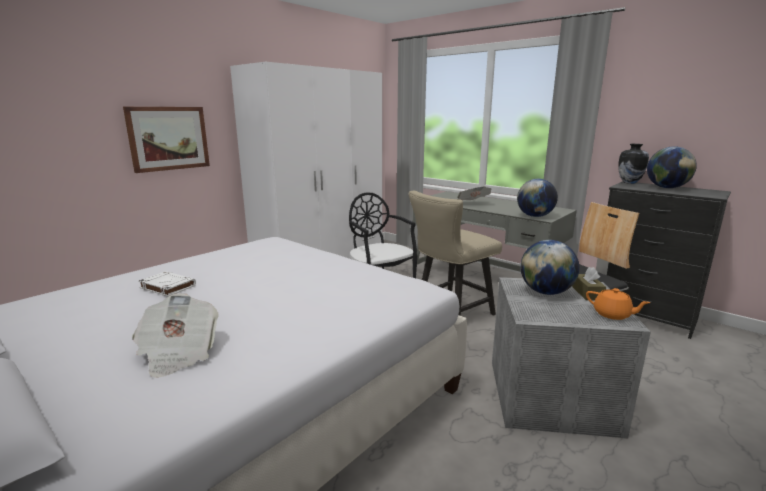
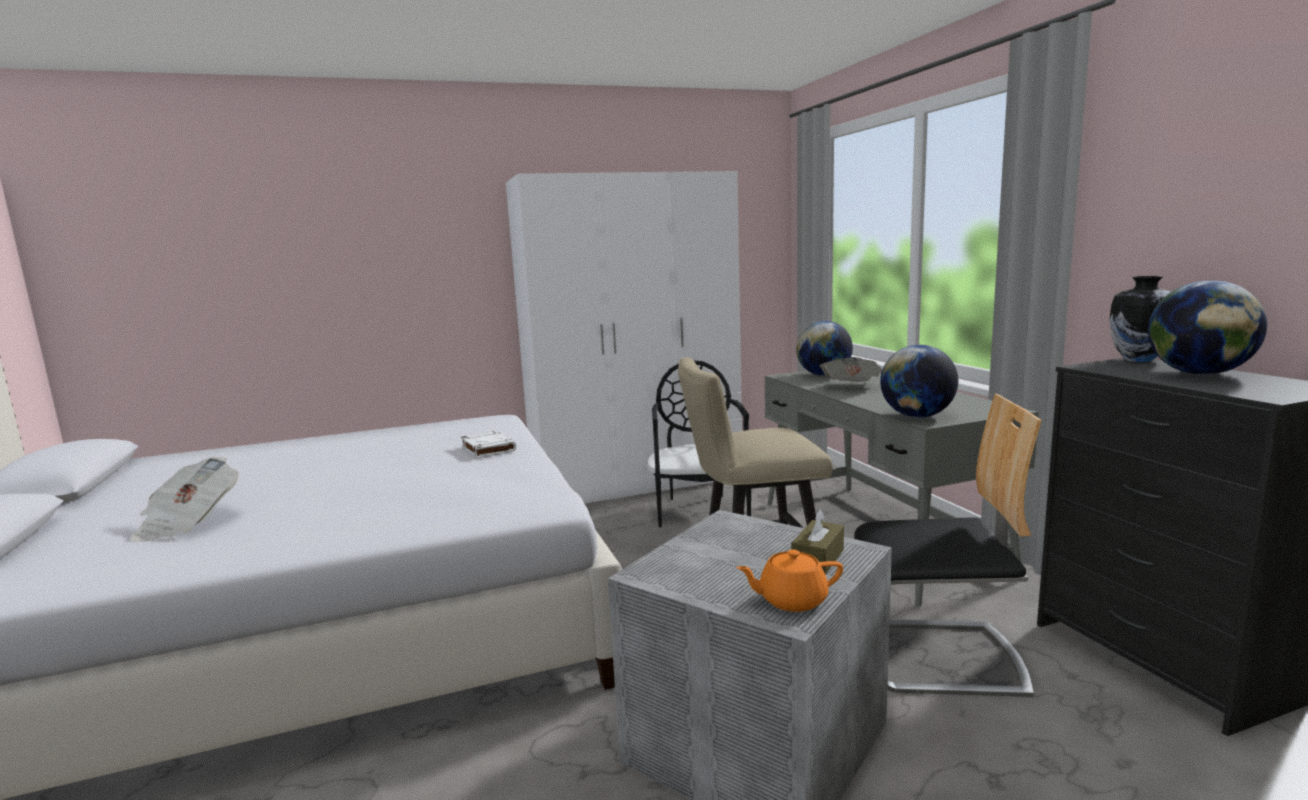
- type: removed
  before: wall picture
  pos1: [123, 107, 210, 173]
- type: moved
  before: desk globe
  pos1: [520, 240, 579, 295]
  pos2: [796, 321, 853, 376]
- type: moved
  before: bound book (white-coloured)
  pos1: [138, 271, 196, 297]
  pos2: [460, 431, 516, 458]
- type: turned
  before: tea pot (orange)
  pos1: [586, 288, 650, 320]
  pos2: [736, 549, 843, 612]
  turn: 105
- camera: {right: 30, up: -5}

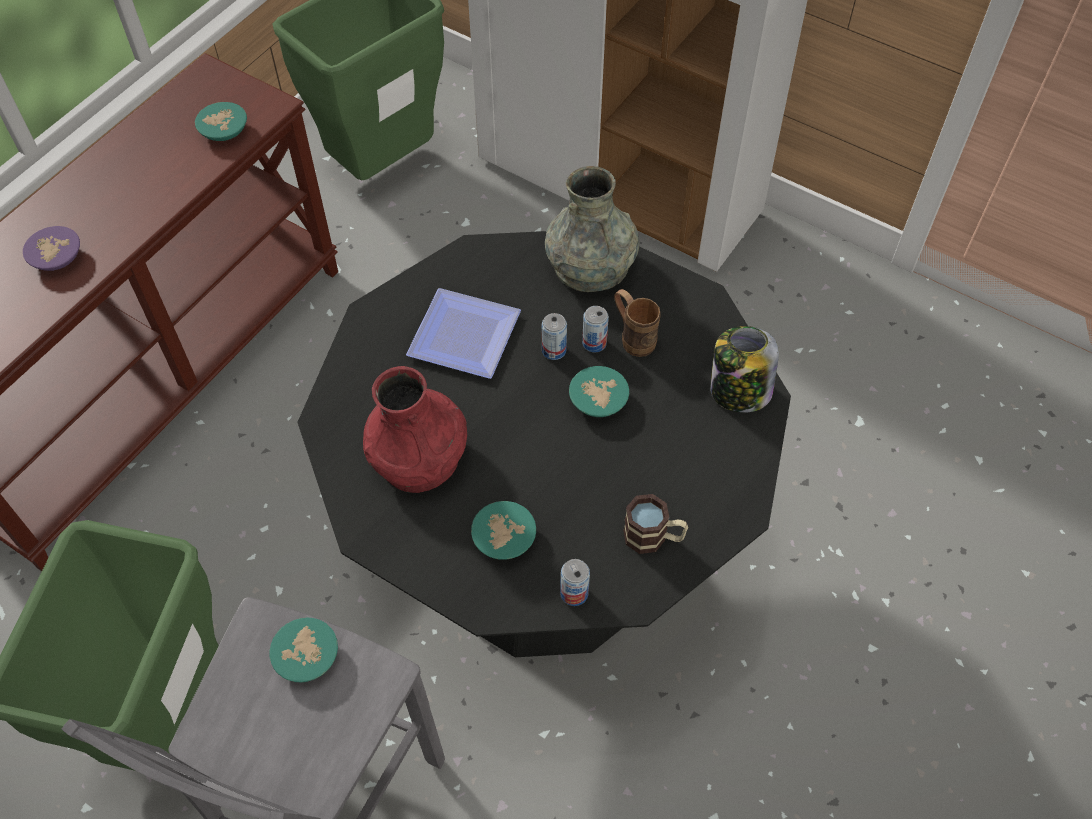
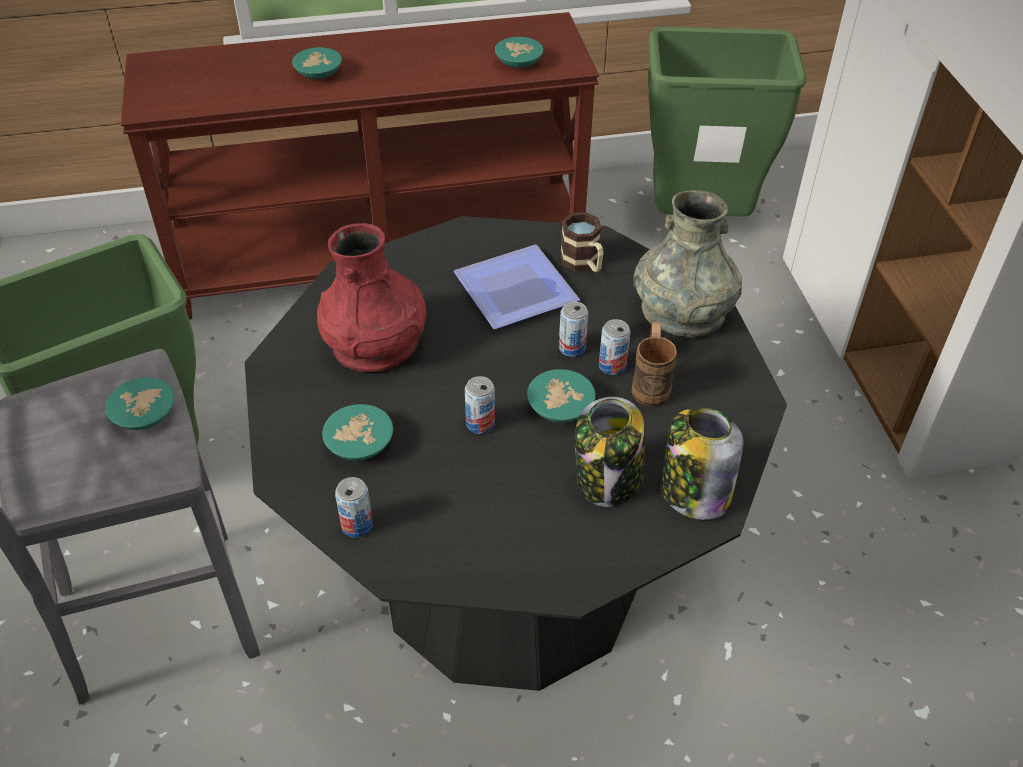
- type: recoloured
  before: serving bowl (purple-coloured)
  after: serving bowl (blue-green)
  pos1: [23, 226, 80, 271]
  pos2: [292, 47, 342, 79]
- type: moved
  before: tea mug
  pos1: [623, 494, 688, 554]
  pos2: [560, 212, 604, 272]
- type: added
  after: sealed can
  pos2: [465, 376, 495, 434]
- type: added
  after: storage jar
  pos2: [575, 397, 645, 507]
- camera: {right: 45, up: -10}

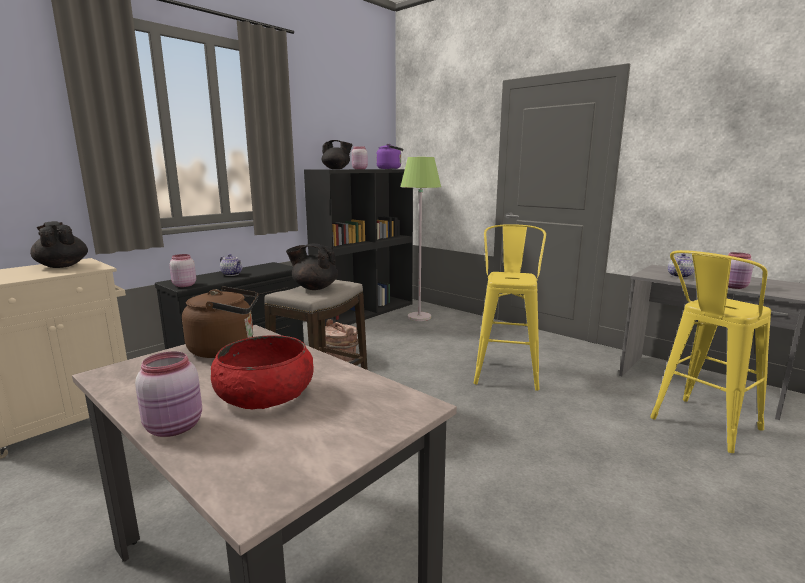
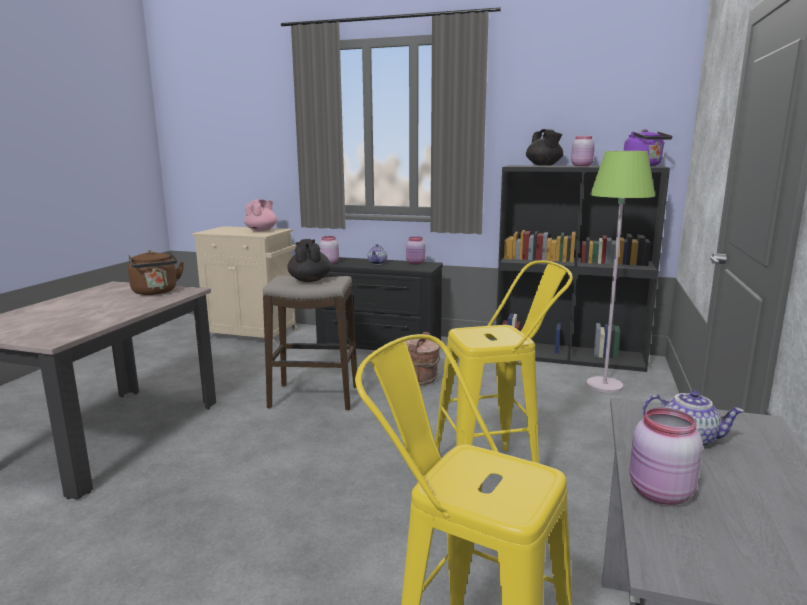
- type: recoloured
  before: tea pot (blackish)
  after: tea pot (pink)
  pos1: [30, 221, 88, 268]
  pos2: [244, 199, 277, 231]
- type: removed
  before: serving bowl (red-coloured)
  pos1: [211, 335, 313, 409]
- type: moved
  before: storage jar (pink)
  pos1: [135, 351, 202, 437]
  pos2: [406, 236, 425, 265]
- camera: {right: 65, up: 0}

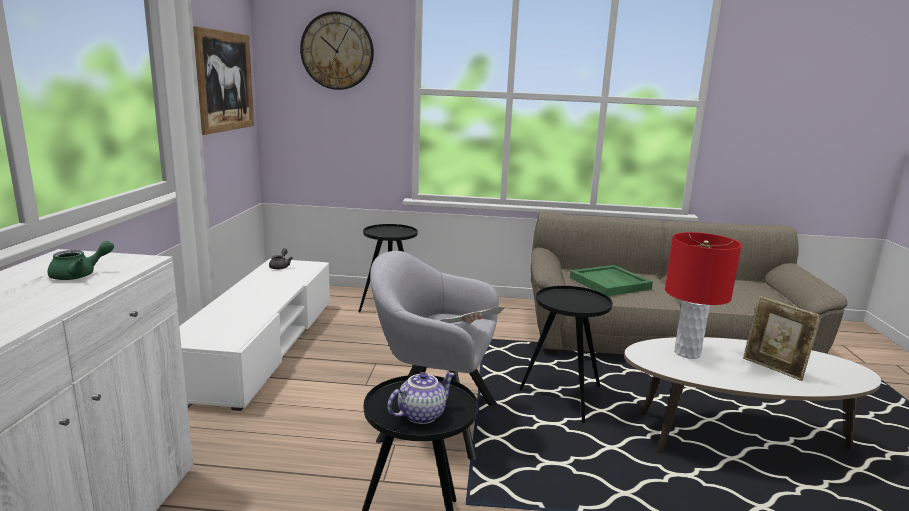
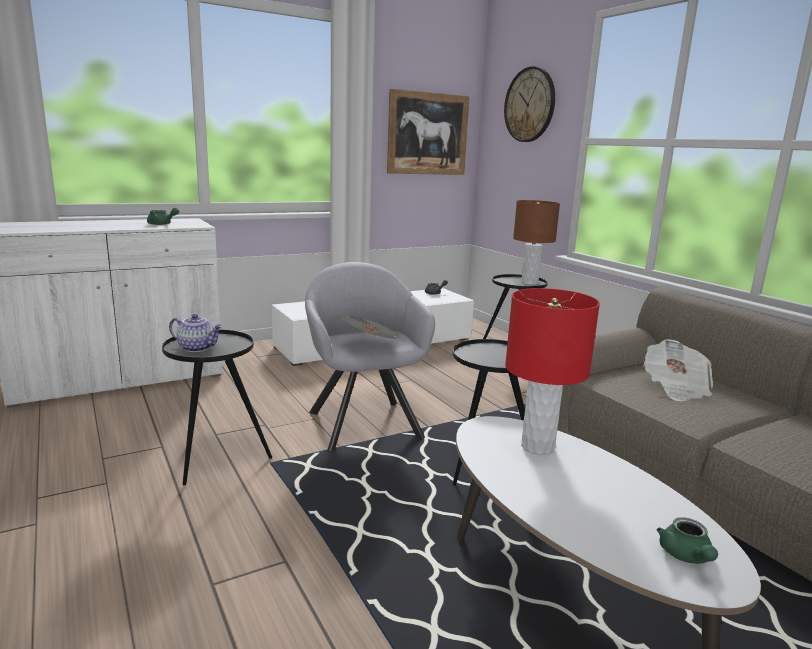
- type: replaced
  before: carrying tray (greenish)
  after: printed paper
  pos1: [570, 265, 653, 296]
  pos2: [643, 339, 713, 401]
- type: removed
  before: standing frame
  pos1: [743, 296, 821, 381]
- type: added
  after: lamp for a table (brownish)
  pos2: [513, 200, 560, 285]
- type: added
  after: tea pot (greenish)
  pos2: [657, 517, 718, 564]
- camera: {right: 55, up: 0}

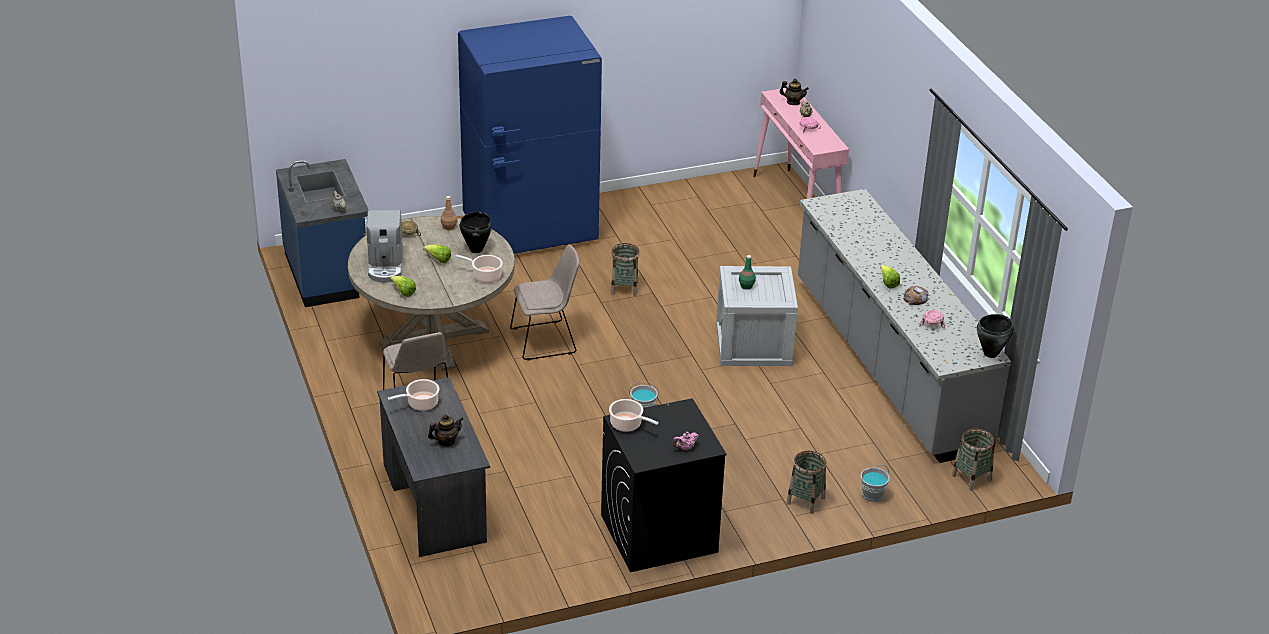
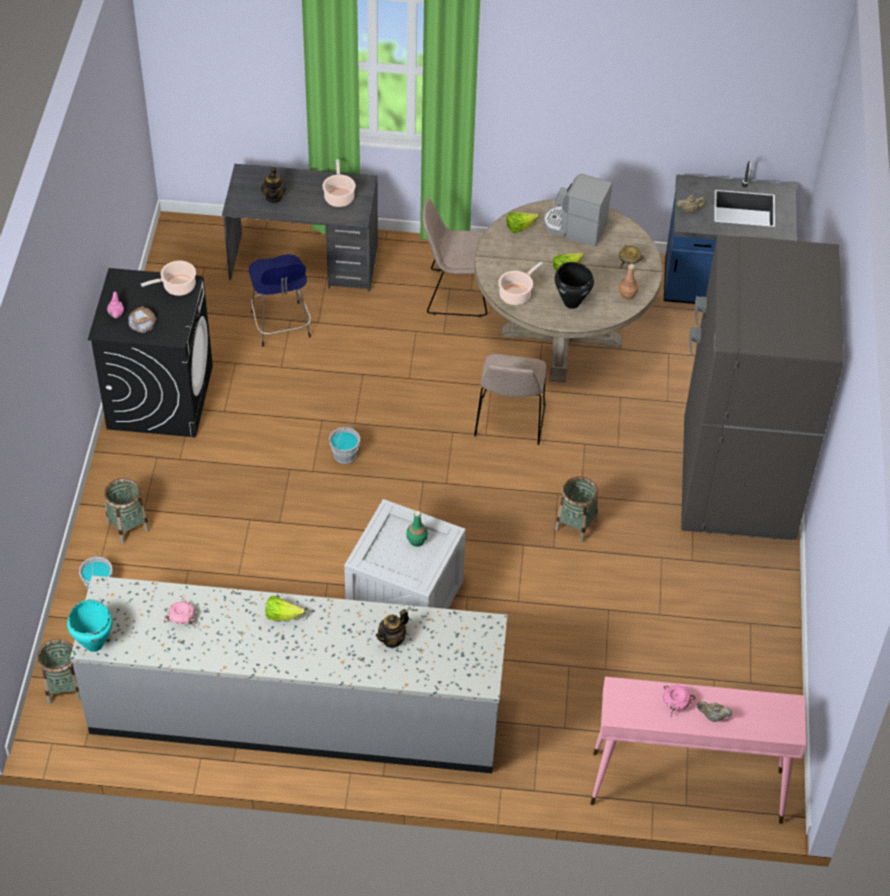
- type: recoloured
  before: fridge (blue-coloured)
  after: fridge (grey)
  pos1: [458, 16, 602, 254]
  pos2: [681, 235, 844, 540]
- type: moved
  before: tea pot
  pos1: [779, 79, 809, 105]
  pos2: [376, 609, 409, 648]
- type: moved
  before: bakery bread
  pos1: [903, 286, 928, 305]
  pos2: [128, 306, 157, 333]
- type: recoloured
  before: saucepot (blackish)
  after: saucepot (blue-green)
  pos1: [977, 314, 1013, 358]
  pos2: [67, 600, 112, 652]
- type: added
  after: stool (blue-coloured)
  pos2: [249, 254, 311, 347]
- camera: {right: 115, up: 15}

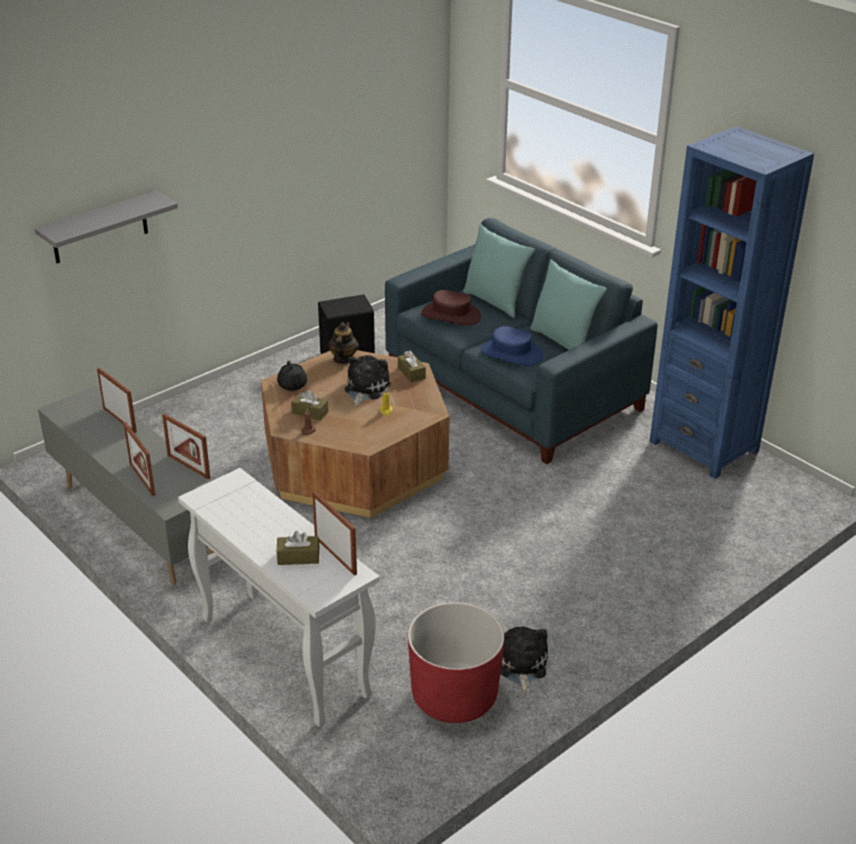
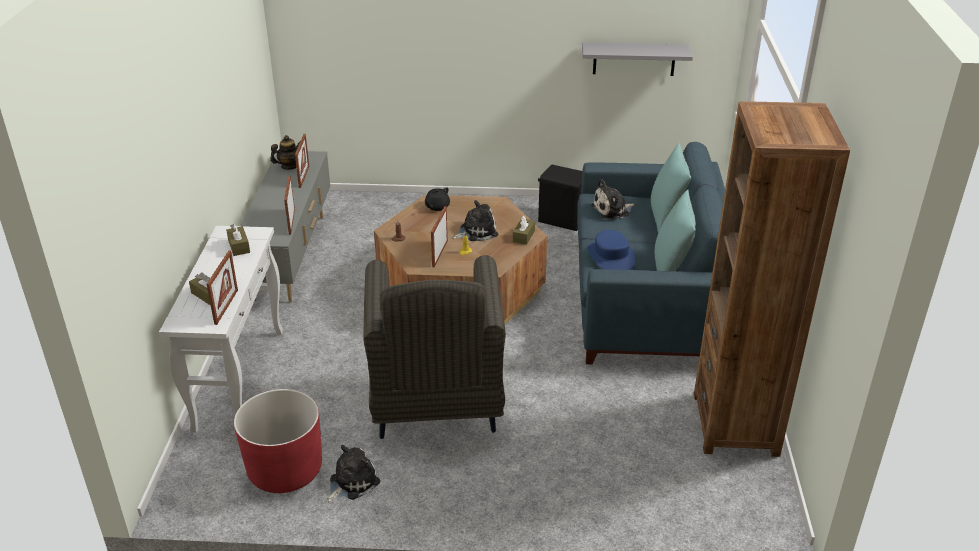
- type: recoloured
  before: shelving unit (blue-coloured)
  after: shelving unit (brownish)
  pos1: [650, 126, 814, 479]
  pos2: [694, 101, 850, 457]
- type: moved
  before: wall shelf (grey)
  pos1: [35, 191, 178, 263]
  pos2: [582, 42, 693, 76]
- type: replaced
  before: wearable hat (brownish)
  after: plush toy
  pos1: [421, 290, 481, 325]
  pos2: [591, 179, 635, 220]
- type: moved
  before: tea pot
  pos1: [328, 322, 359, 364]
  pos2: [270, 135, 300, 170]
- type: moved
  before: tissue holder (brownish)
  pos1: [291, 390, 328, 421]
  pos2: [226, 224, 250, 256]
- type: moved
  before: standing frame
  pos1: [123, 422, 155, 496]
  pos2: [431, 206, 448, 267]
- type: added
  after: lounge chair (grey)
  pos2: [363, 255, 506, 439]
- camera: {right: 45, up: 0}

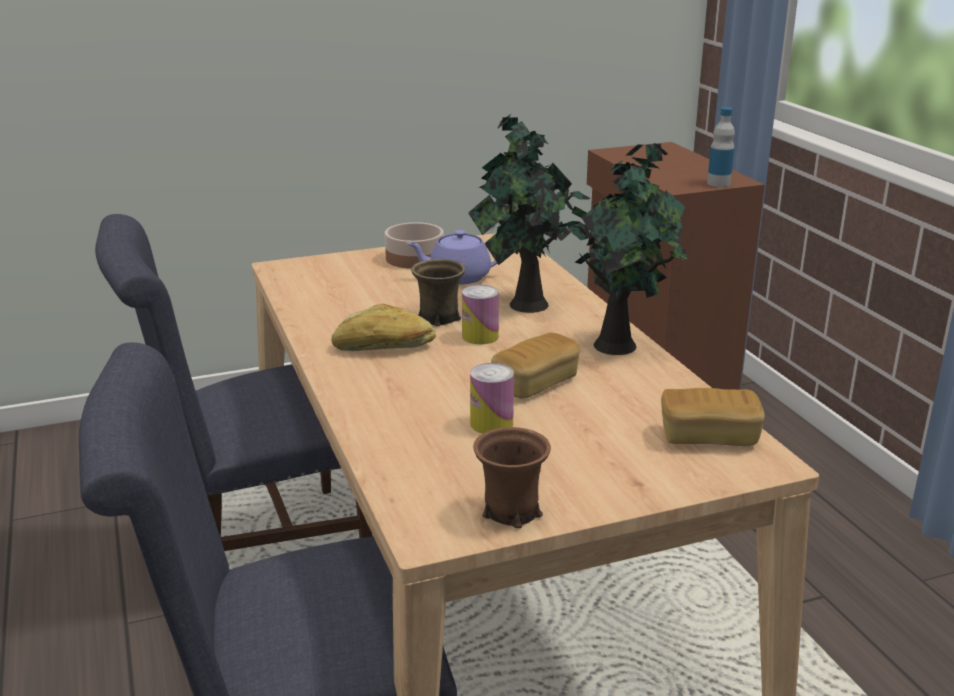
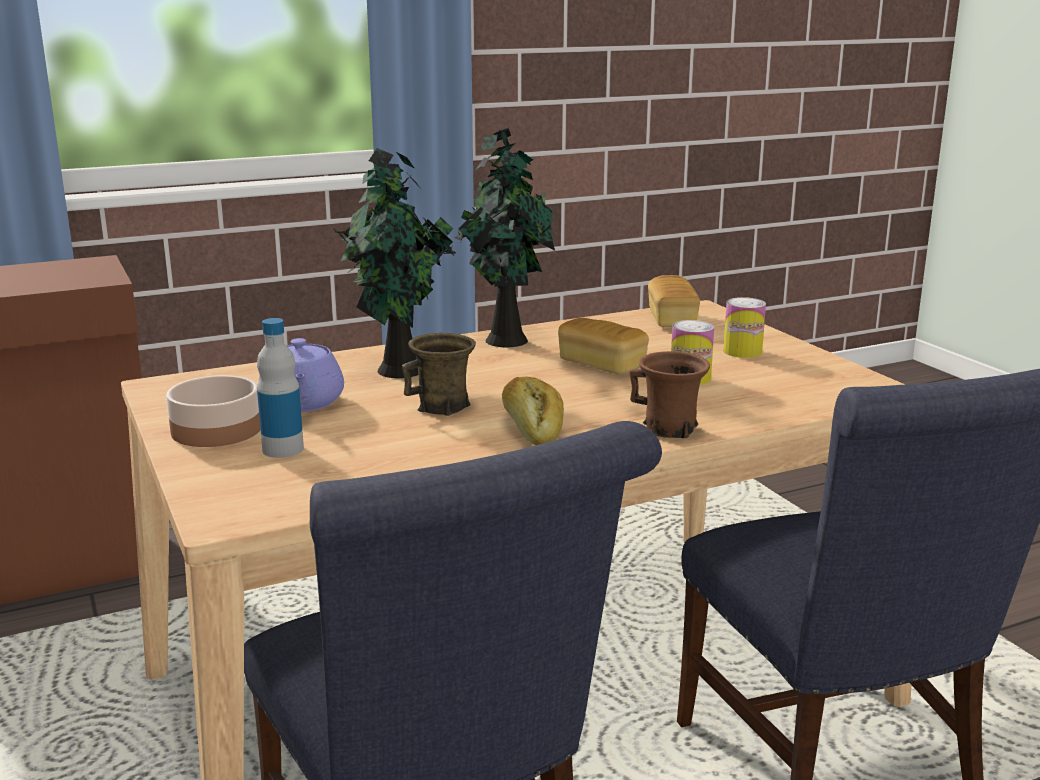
- type: moved
  before: bottle
  pos1: [707, 107, 735, 187]
  pos2: [257, 318, 304, 458]
- type: moved
  before: sealed can
  pos1: [462, 285, 499, 344]
  pos2: [723, 297, 766, 358]
- type: moved
  before: tea mug (brownish)
  pos1: [473, 427, 551, 528]
  pos2: [630, 351, 710, 438]
- camera: {right: -95, up: -5}

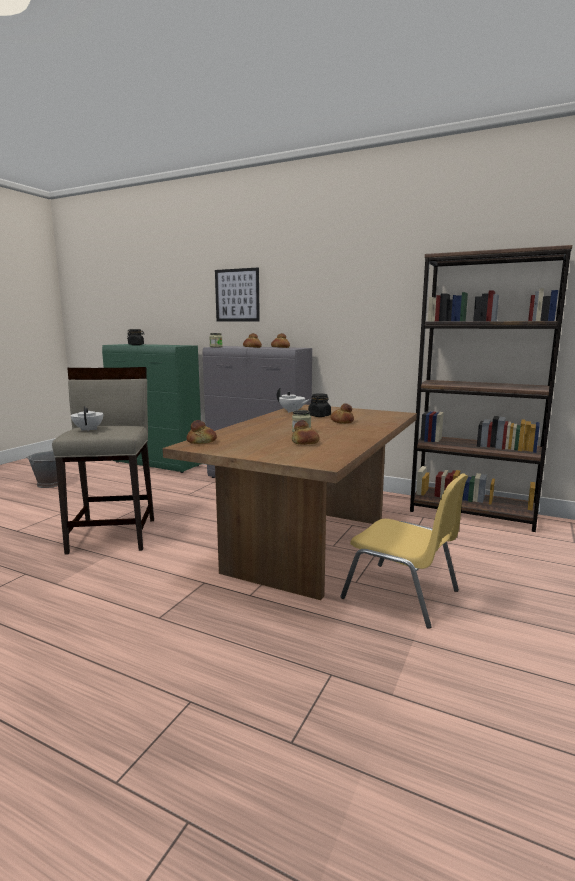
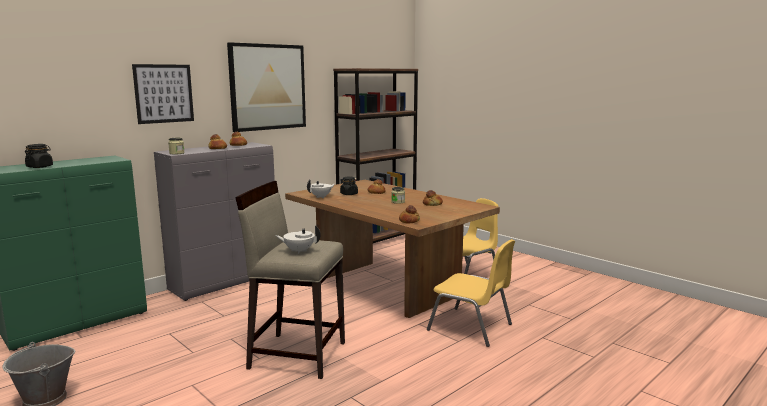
- type: added
  after: wall picture
  pos2: [227, 42, 306, 132]
- type: added
  after: upright chair (yellow-coloured)
  pos2: [427, 239, 515, 347]
- camera: {right: -70, up: 0}

